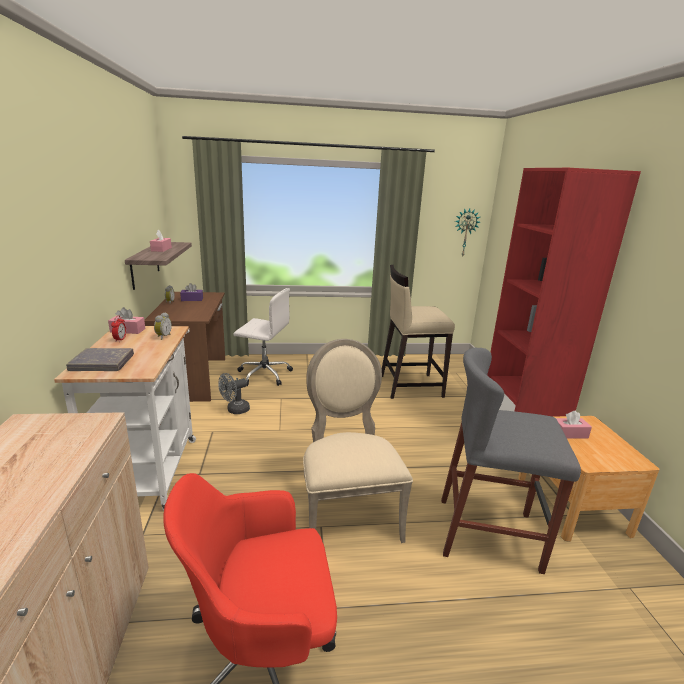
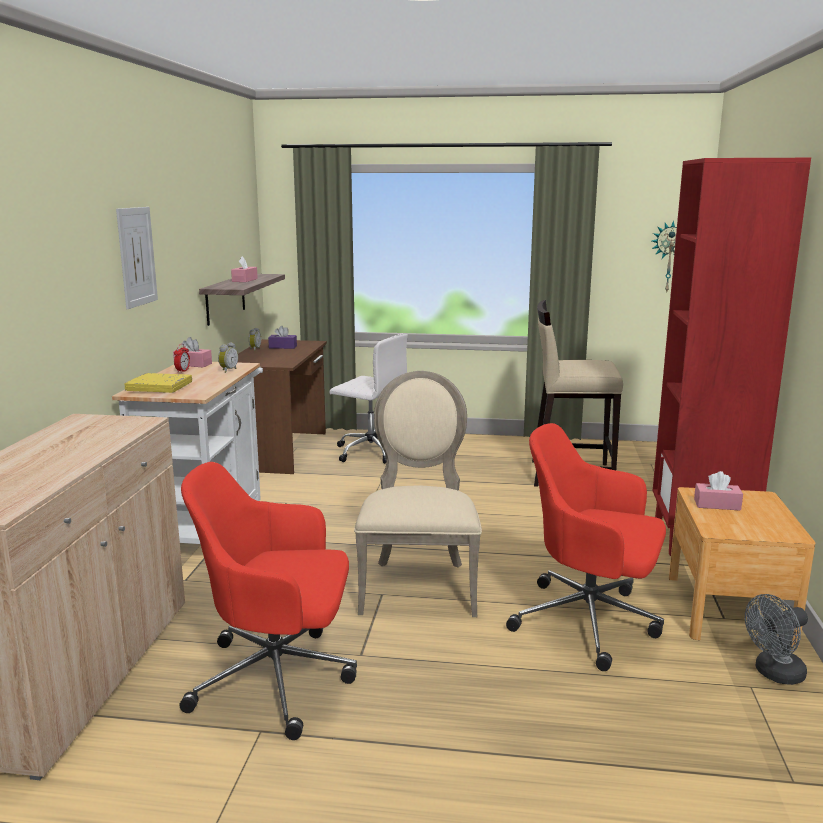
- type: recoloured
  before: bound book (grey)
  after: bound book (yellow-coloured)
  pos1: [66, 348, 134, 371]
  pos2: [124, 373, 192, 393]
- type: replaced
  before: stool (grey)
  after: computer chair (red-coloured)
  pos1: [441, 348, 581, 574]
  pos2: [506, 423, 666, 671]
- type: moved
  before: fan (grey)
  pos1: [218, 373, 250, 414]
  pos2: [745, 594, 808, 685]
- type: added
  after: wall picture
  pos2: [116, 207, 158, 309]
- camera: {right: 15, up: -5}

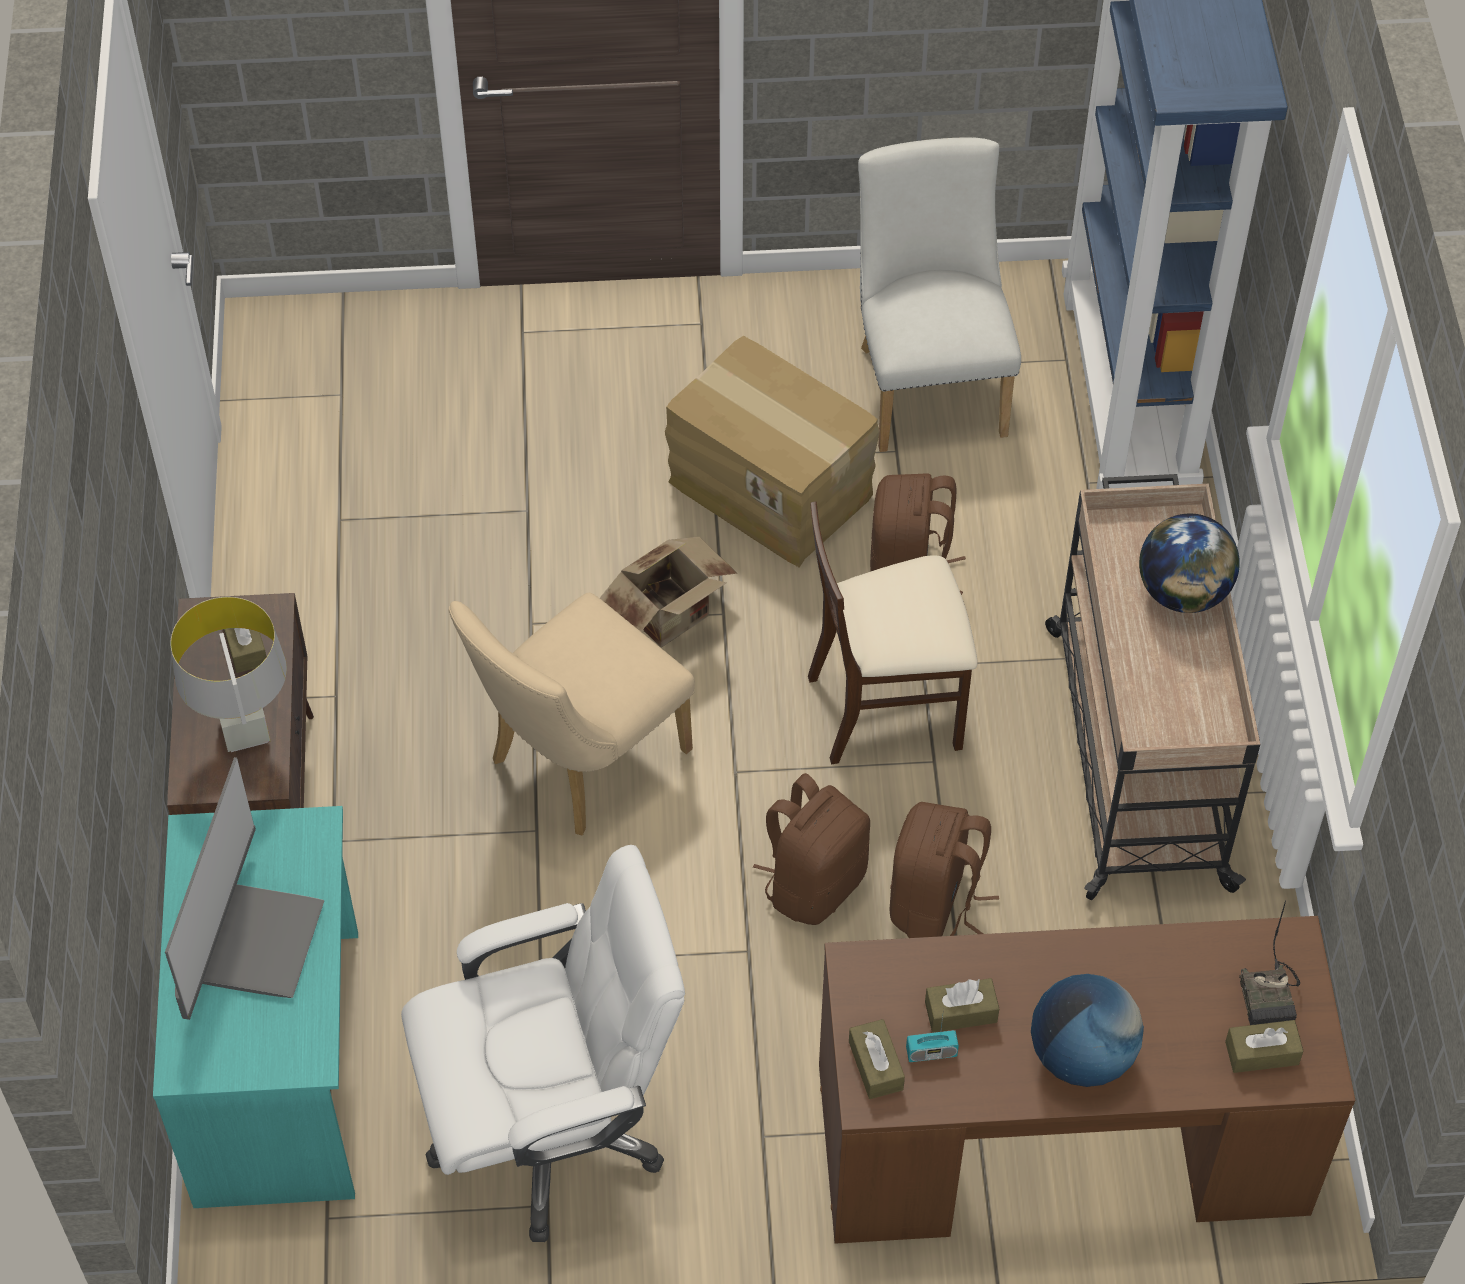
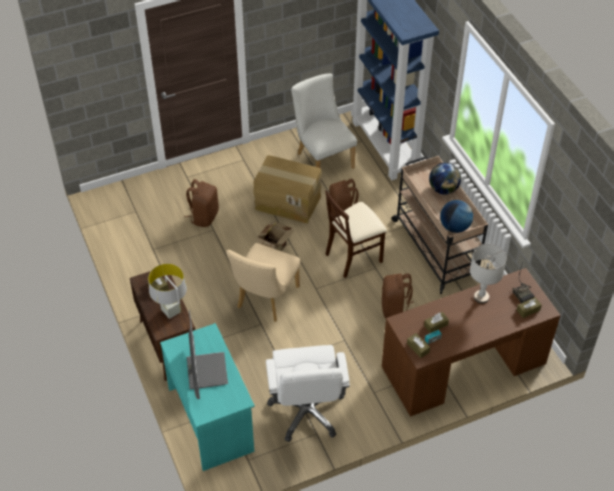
- type: moved
  before: knapsack (brownish)
  pos1: [753, 773, 870, 925]
  pos2: [185, 179, 219, 227]
- type: turned
  before: computer chair (white-coloured)
  pos1: [401, 845, 685, 1242]
  pos2: [266, 345, 350, 442]
  turn: 120
- type: moved
  before: desk globe
  pos1: [1031, 974, 1144, 1087]
  pos2: [440, 200, 473, 233]
- type: added
  after: lamp for a table (grey)
  pos2: [470, 244, 507, 304]
- camera: {right: -20, up: -5}

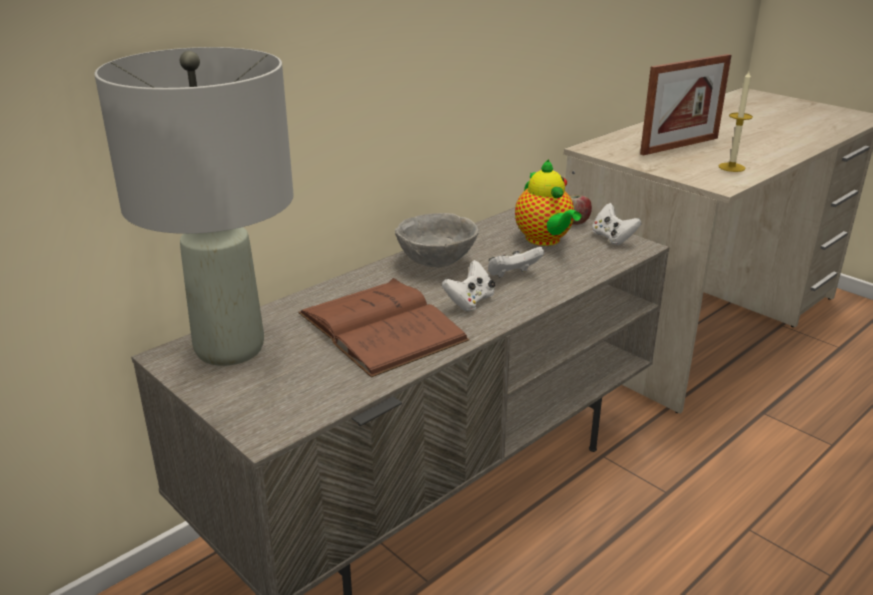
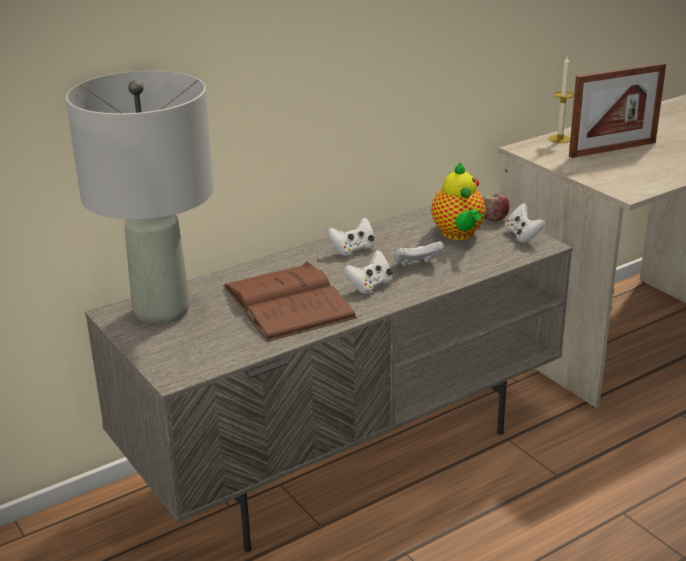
- type: moved
  before: wax light
  pos1: [718, 71, 753, 172]
  pos2: [549, 57, 574, 143]
- type: replaced
  before: serving bowl (grey)
  after: gamepad (white-coloured)
  pos1: [395, 213, 479, 267]
  pos2: [327, 217, 375, 256]
- camera: {right: 10, up: 0}

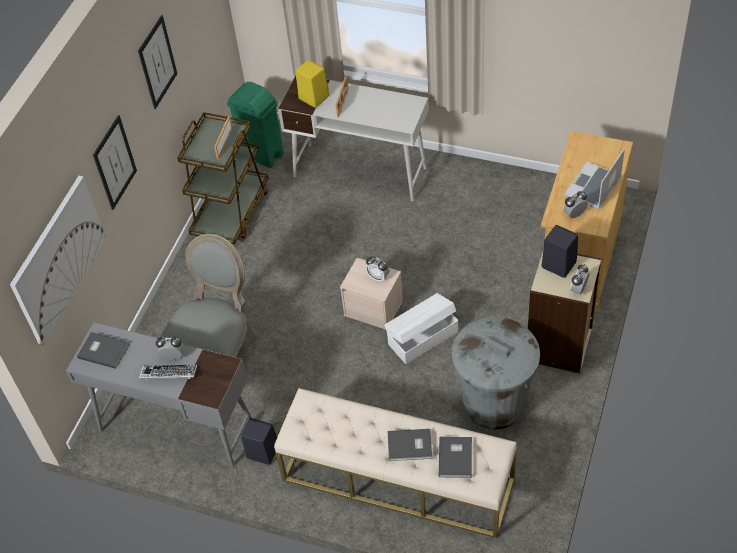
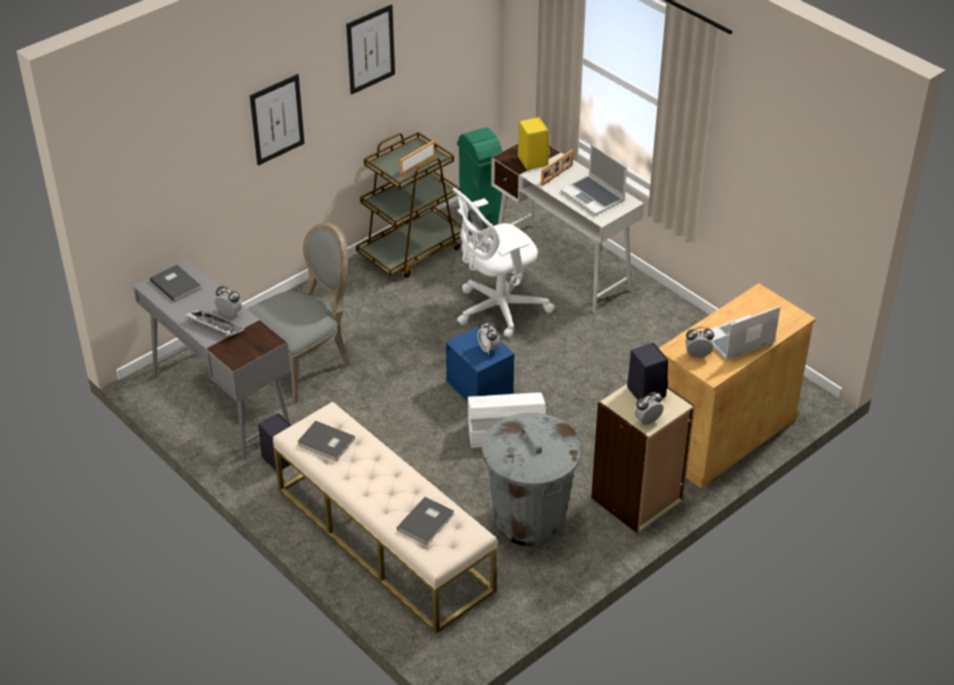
- type: removed
  before: wall picture
  pos1: [10, 176, 106, 345]
- type: recoloured
  before: storage container (beige)
  after: storage container (blue-coloured)
  pos1: [340, 258, 403, 330]
  pos2: [445, 326, 515, 402]
- type: moved
  before: bound book (grey)
  pos1: [388, 429, 432, 461]
  pos2: [297, 421, 355, 461]
- type: added
  after: portable computer
  pos2: [561, 144, 627, 216]
- type: added
  after: computer chair (white-coloured)
  pos2: [452, 188, 555, 338]
- camera: {right: 25, up: -10}

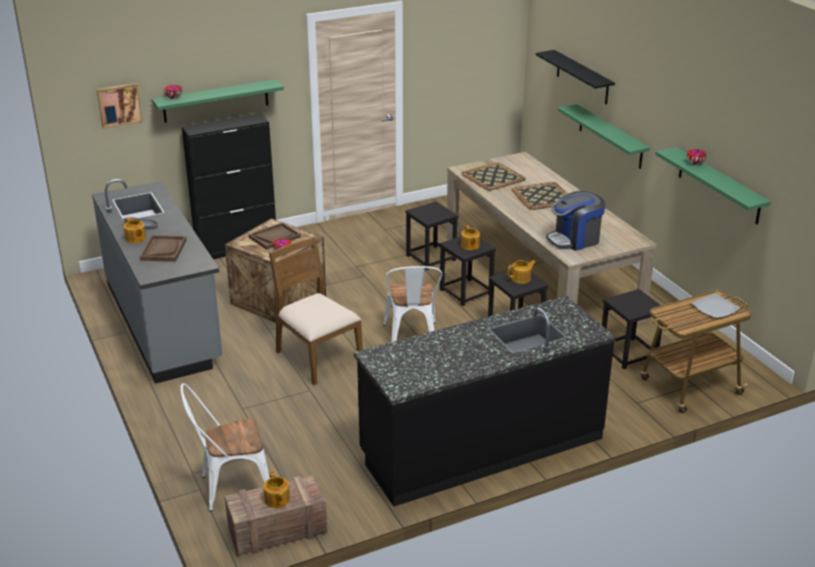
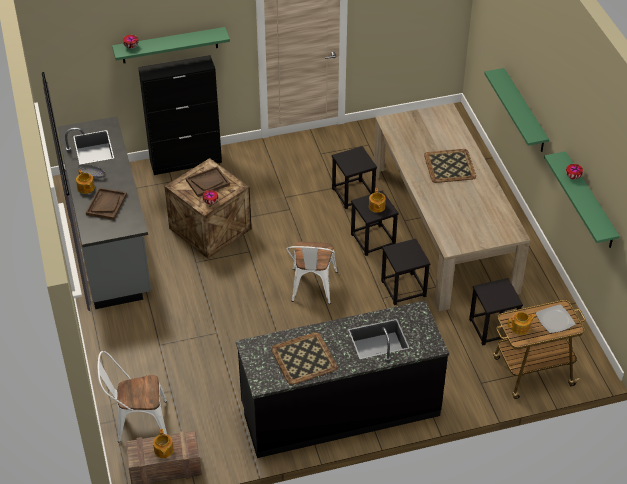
- type: removed
  before: wall shelf (blackish)
  pos1: [536, 50, 615, 105]
- type: removed
  before: wall picture
  pos1: [96, 83, 143, 129]
- type: moved
  before: carrying tray
  pos1: [461, 162, 526, 191]
  pos2: [271, 332, 338, 385]
- type: removed
  before: coffee brewer
  pos1: [546, 191, 605, 251]
- type: removed
  before: upright chair (brownish)
  pos1: [269, 237, 363, 385]
- type: moved
  before: tea pot
  pos1: [508, 260, 536, 284]
  pos2: [508, 312, 537, 335]
- camera: {right: 10, up: 15}

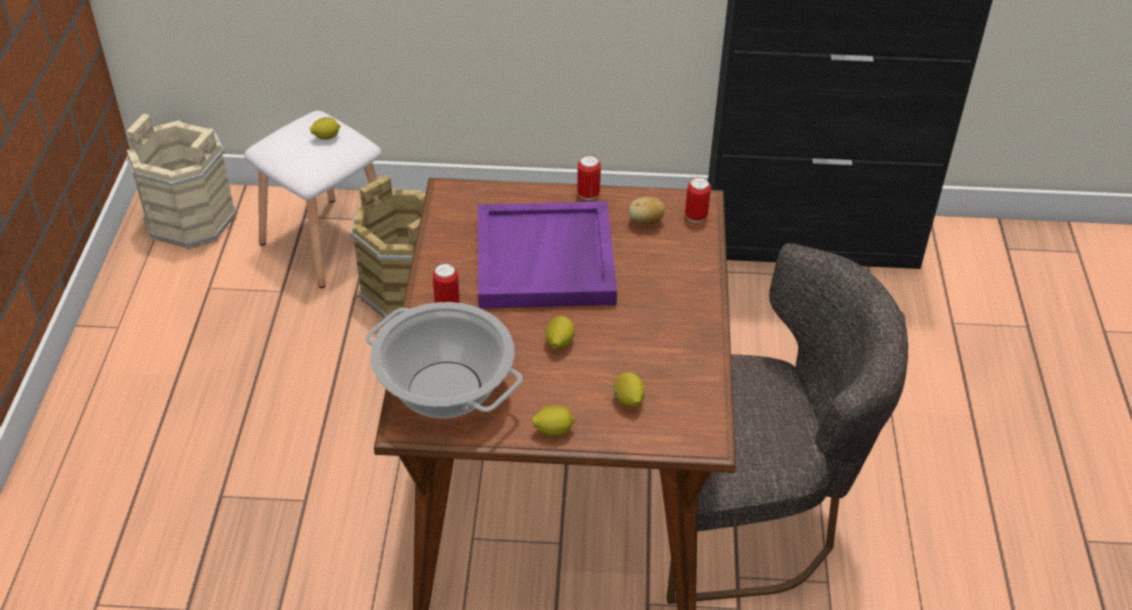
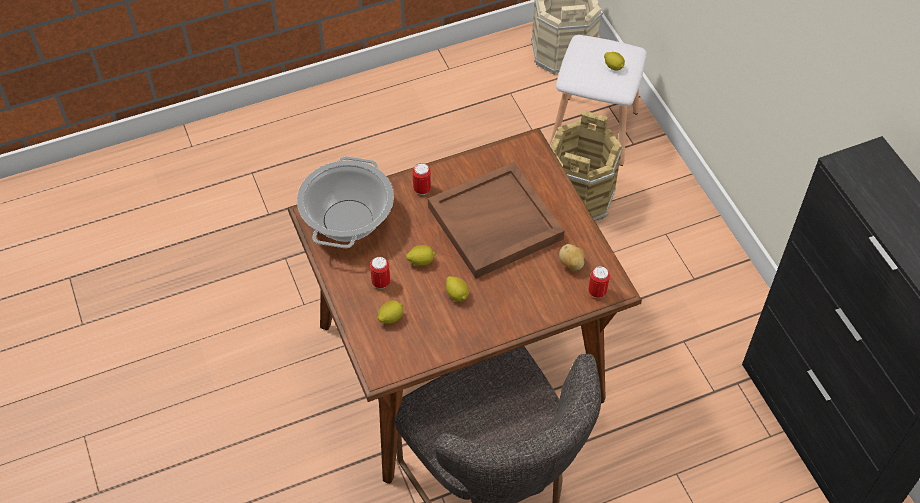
- type: moved
  before: sealed can
  pos1: [577, 155, 601, 200]
  pos2: [370, 257, 390, 289]
- type: recoloured
  before: carrying tray (purple-coloured)
  after: carrying tray (brownish)
  pos1: [478, 201, 617, 309]
  pos2: [428, 162, 565, 279]
- type: moved
  before: lemon
  pos1: [532, 405, 575, 436]
  pos2: [446, 276, 469, 301]
- camera: {right: 65, up: 10}

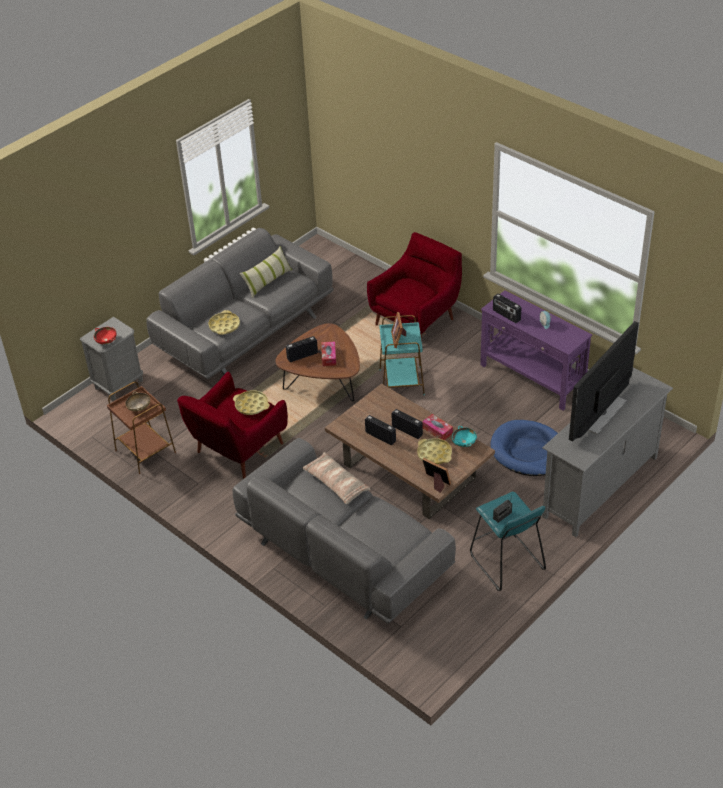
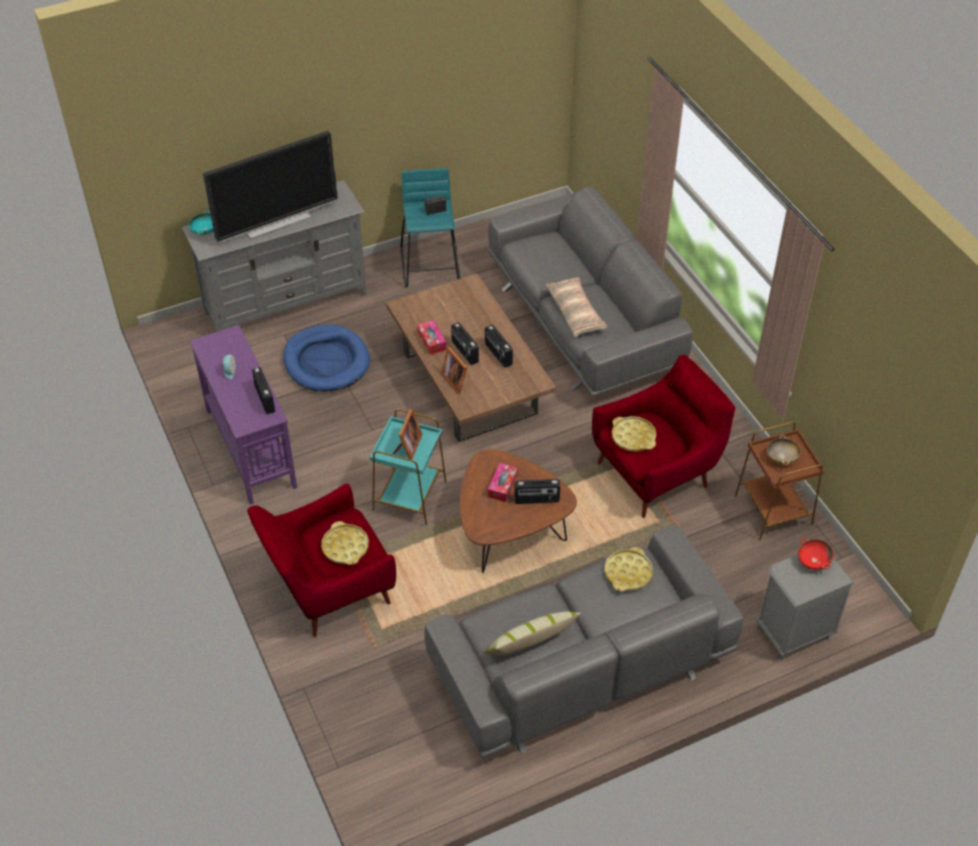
- type: moved
  before: serving bowl (blue-green)
  pos1: [452, 426, 477, 447]
  pos2: [189, 210, 214, 235]
- type: moved
  before: carrying tray (yellow-coloured)
  pos1: [417, 438, 452, 464]
  pos2: [321, 521, 369, 565]
- type: moved
  before: standing frame
  pos1: [422, 458, 451, 493]
  pos2: [441, 347, 467, 394]
- camera: {right: -160, up: 5}

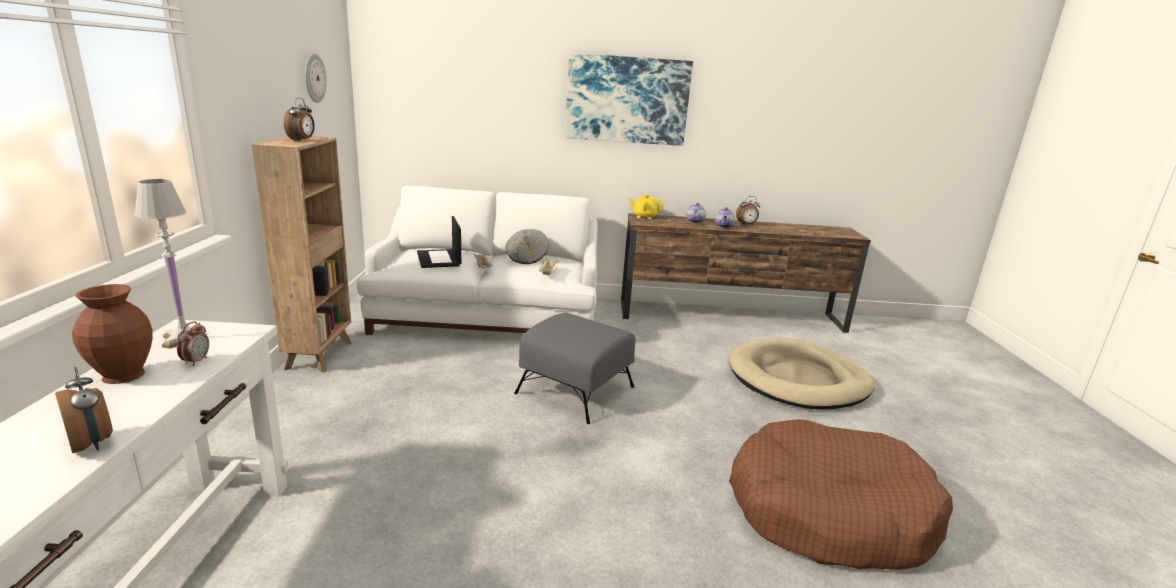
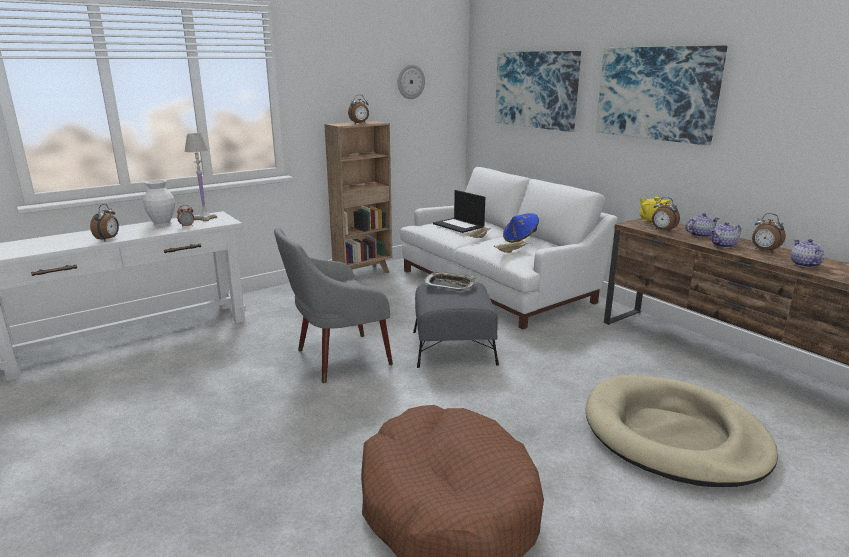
- type: turned
  before: portable computer
  pos1: [417, 216, 461, 268]
  pos2: [433, 190, 485, 233]
  turn: -75
- type: recoloured
  before: wearable hat (grey)
  after: wearable hat (blue-coloured)
  pos1: [506, 229, 549, 264]
  pos2: [503, 213, 539, 243]
- type: recoloured
  before: decorative vase (brownish)
  after: decorative vase (white-coloured)
  pos1: [72, 284, 153, 384]
  pos2: [143, 180, 175, 226]
- type: added
  after: wall picture
  pos2: [495, 51, 581, 132]
- type: added
  after: table clock
  pos2: [652, 197, 680, 232]
- type: added
  after: lounge chair (grey)
  pos2: [274, 228, 393, 383]
- type: added
  after: tea pot
  pos2: [791, 239, 824, 268]
- type: added
  after: carrying tray
  pos2: [425, 272, 476, 291]
- camera: {right: 55, up: 0}

